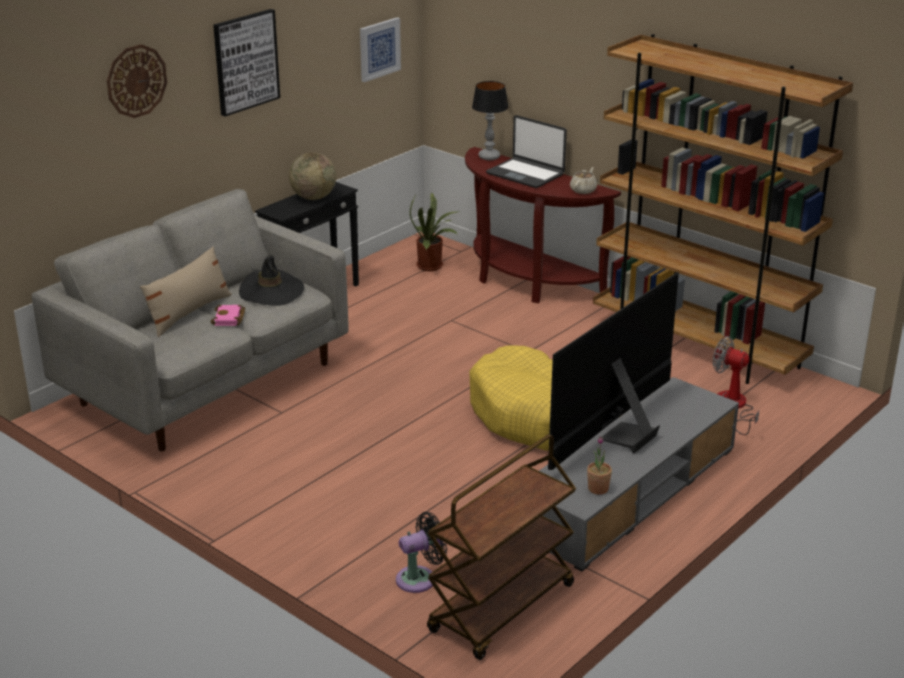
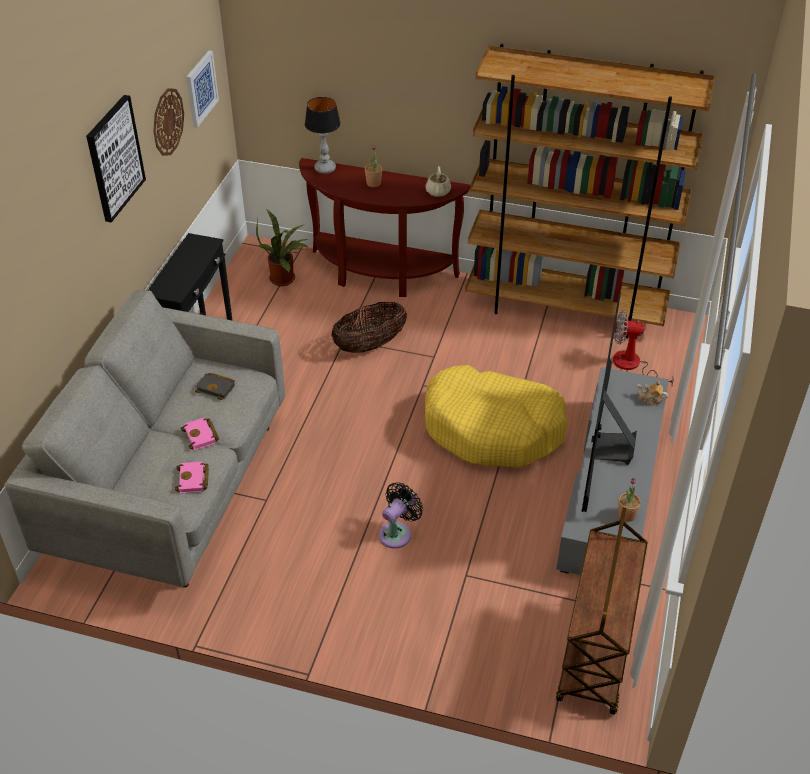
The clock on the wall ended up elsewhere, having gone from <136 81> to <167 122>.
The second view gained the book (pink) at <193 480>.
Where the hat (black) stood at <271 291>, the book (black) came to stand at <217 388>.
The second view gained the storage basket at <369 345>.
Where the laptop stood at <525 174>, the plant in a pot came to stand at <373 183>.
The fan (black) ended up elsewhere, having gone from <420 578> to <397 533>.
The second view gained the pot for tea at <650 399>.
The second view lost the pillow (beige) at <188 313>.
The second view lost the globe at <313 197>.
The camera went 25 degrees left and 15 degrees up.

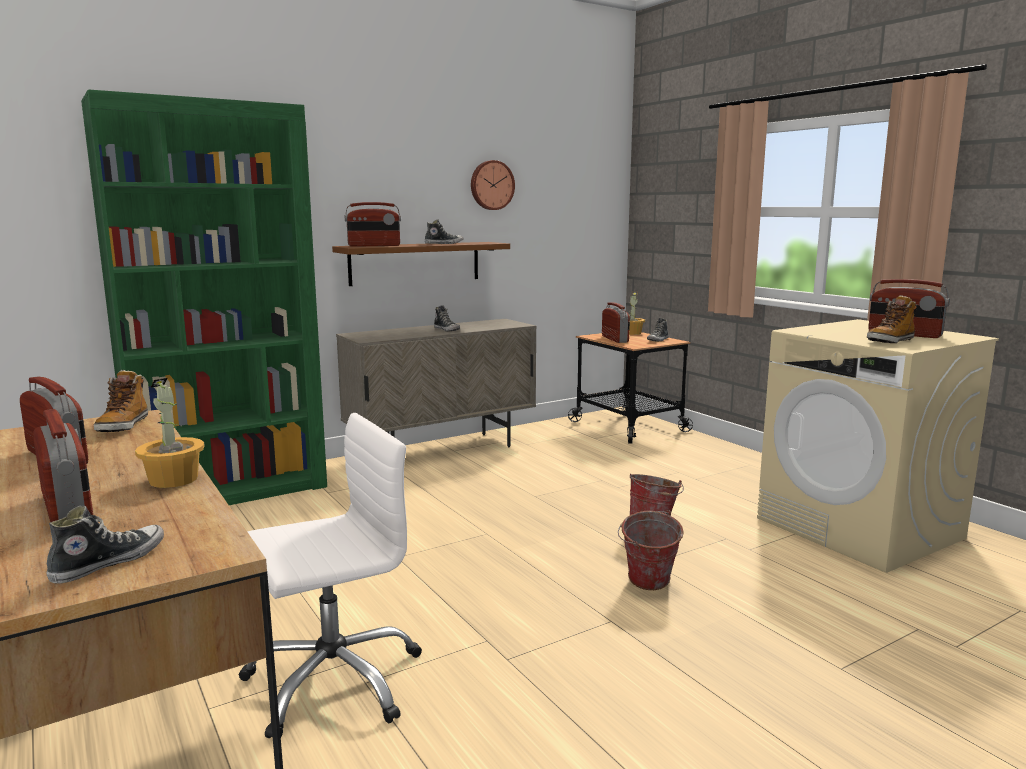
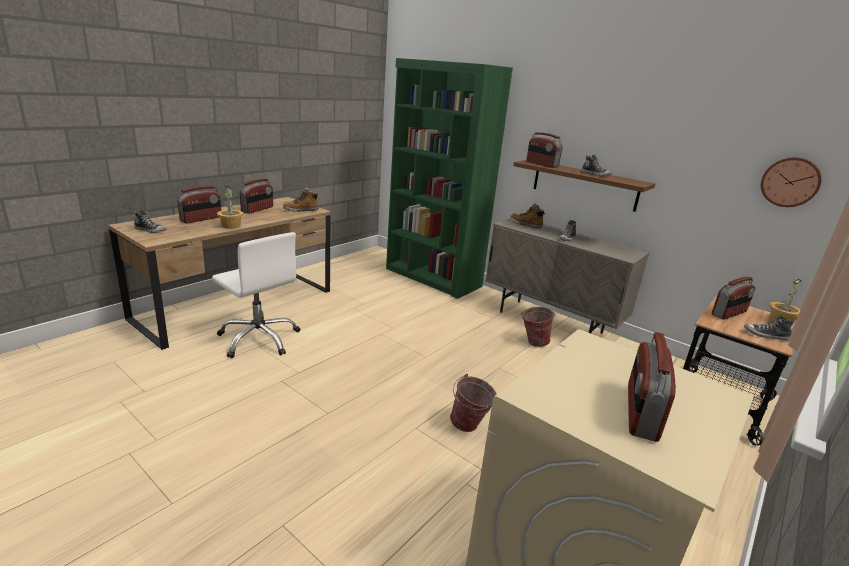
The boot ended up elsewhere, having gone from <890 341> to <526 224>.
The water bucket ended up elsewhere, having gone from <647 585> to <532 342>.
The clock on the wall ended up elsewhere, having gone from <491 185> to <790 182>.
The camera went 70 degrees right and 10 degrees up.

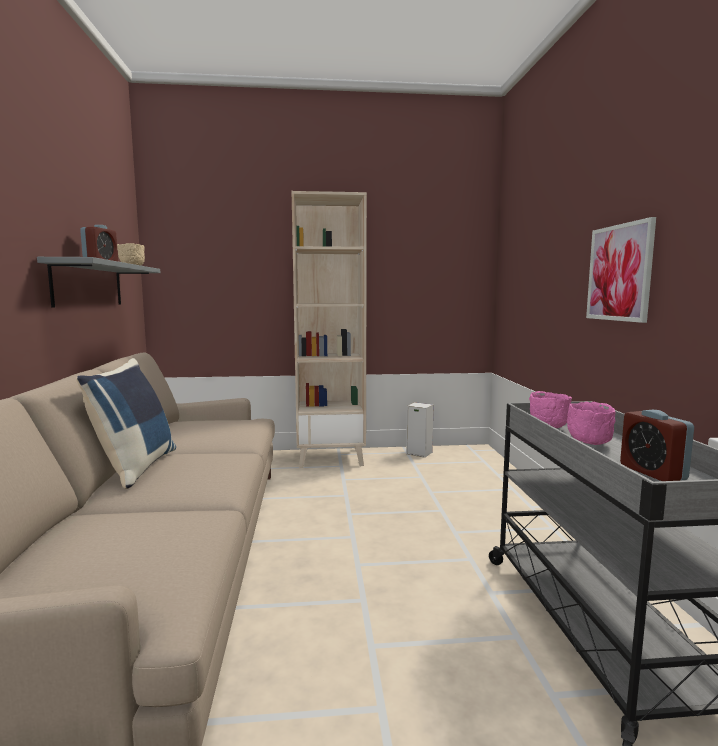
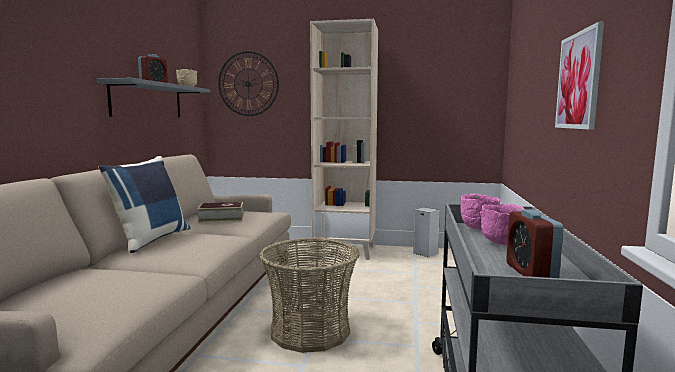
The second view gained the book at <221 218>.
The second view gained the clock on the wall at <248 84>.
The second view gained the storage basket at <310 331>.
The camera went 15 degrees right and 0 degrees up.

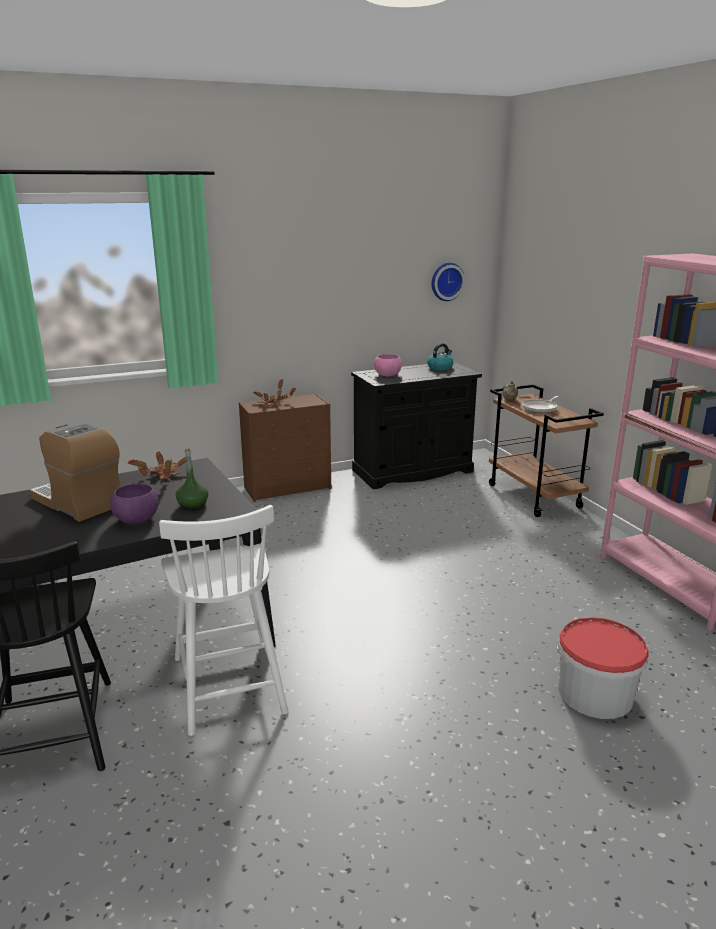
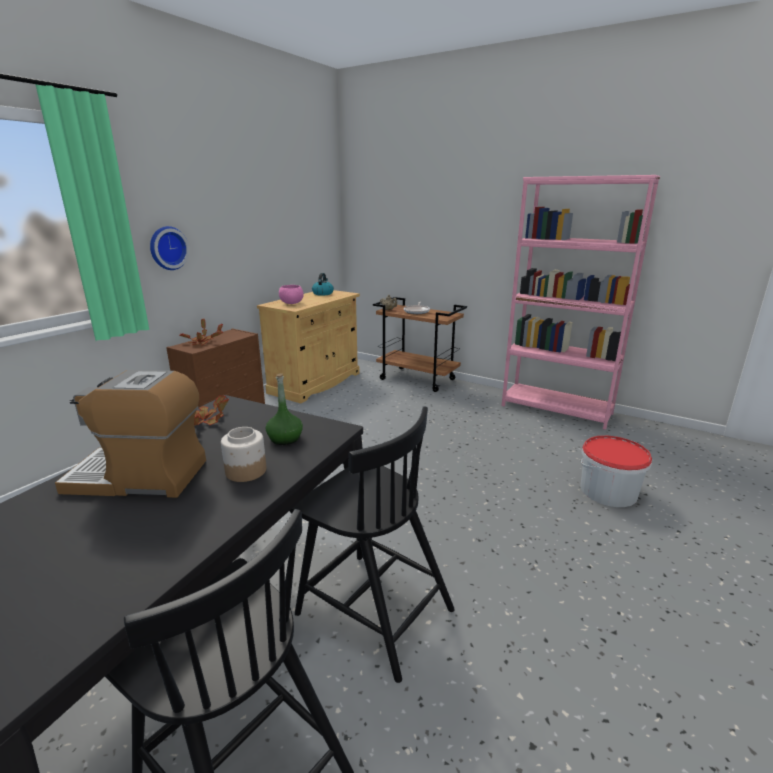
The clock on the wall ended up elsewhere, having gone from <446 281> to <167 248>.
Where the serving bowl (purplish) stood at <136 519>, the storage jar came to stand at <245 471>.
What was the cabinet (black) at <412 471> turned into the cabinet (beige) at <315 383>.
What was the upright chair (whitish) at <228 682> turned into the upright chair (black) at <372 610>.
The camera went 35 degrees left and 0 degrees up.

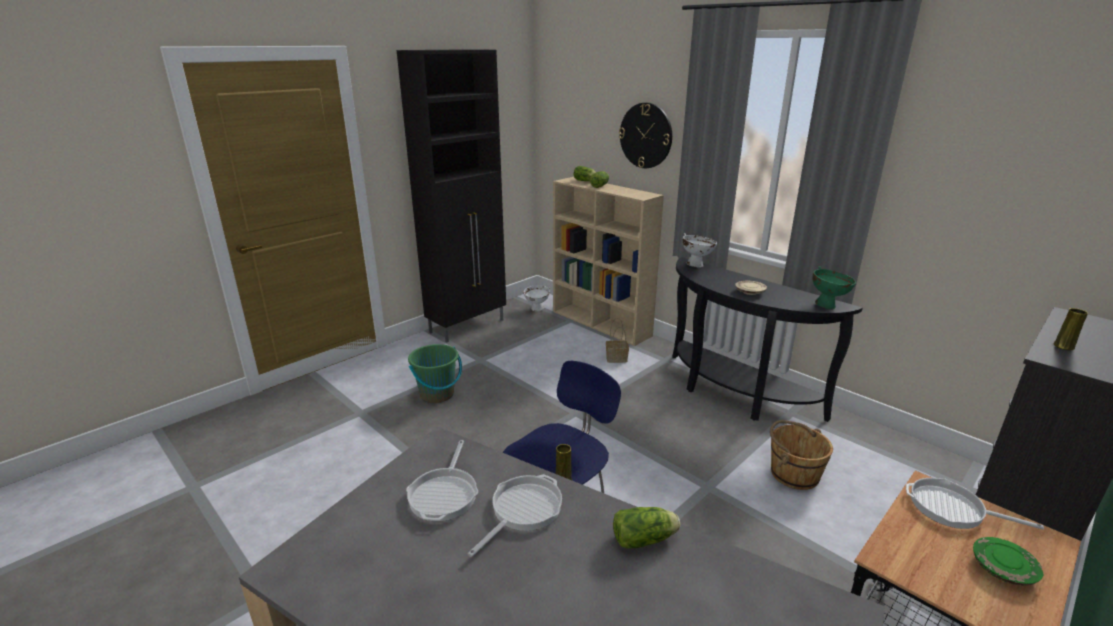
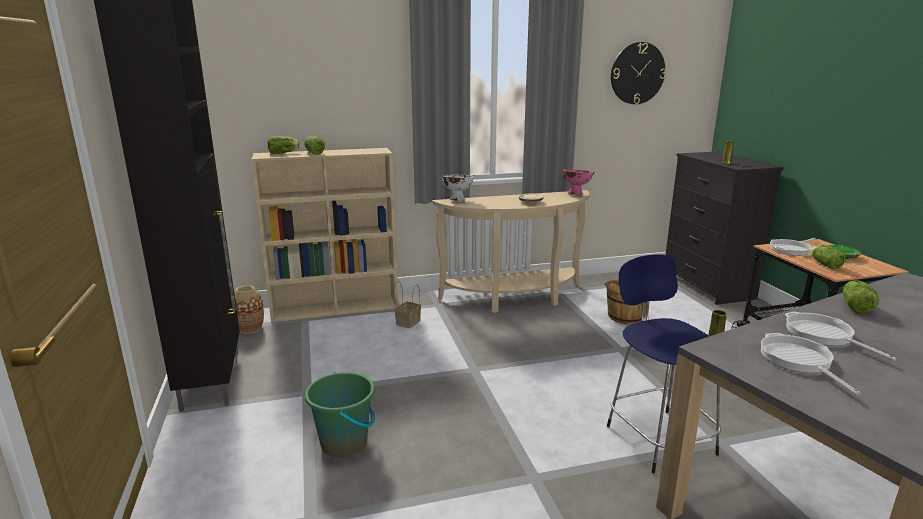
Where the serving bowl (whitish) stood at <537 309>, the flower vase came to stand at <250 328>.
What was the hall table (black) at <733 394> turned into the hall table (beige) at <516 299>.
What was the serving bowl (greenish) at <827 305> turned into the serving bowl (pink) at <575 194>.
The clock on the wall ended up elsewhere, having gone from <646 135> to <637 73>.
The frying pan at <445 494> ended up facing another way, 135 degrees counterclockwise from before.
The second view gained the lettuce head at <824 264>.
The camera went 60 degrees left and 5 degrees down.

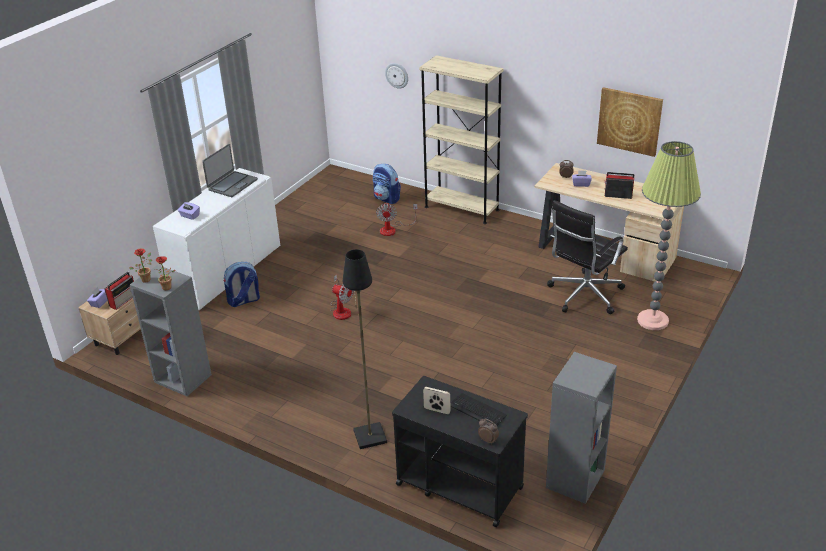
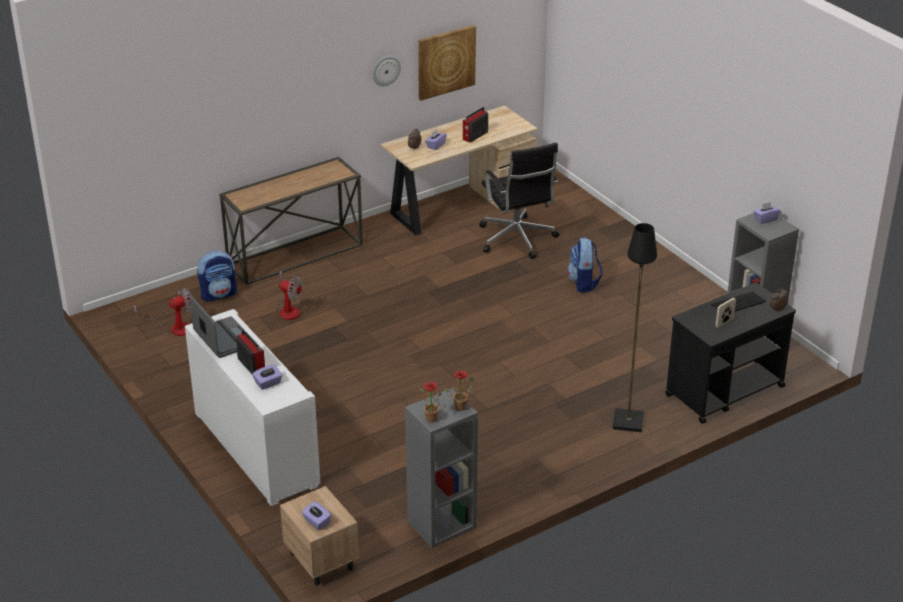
The fan ended up elsewhere, having gone from <341 310> to <174 328>.
Where the bookshelf (beige) stood at <461 208>, the hall table came to stand at <295 254>.
The radio receiver ended up elsewhere, having gone from <123 300> to <251 365>.
The clock on the wall ended up elsewhere, having gone from <397 75> to <386 70>.
The rucksack ended up elsewhere, having gone from <244 301> to <584 283>.
The second view gained the tissue holder (purplish) at <765 219>.
The second view lost the standard lamp at <653 320>.
The camera went 65 degrees left and 0 degrees up.

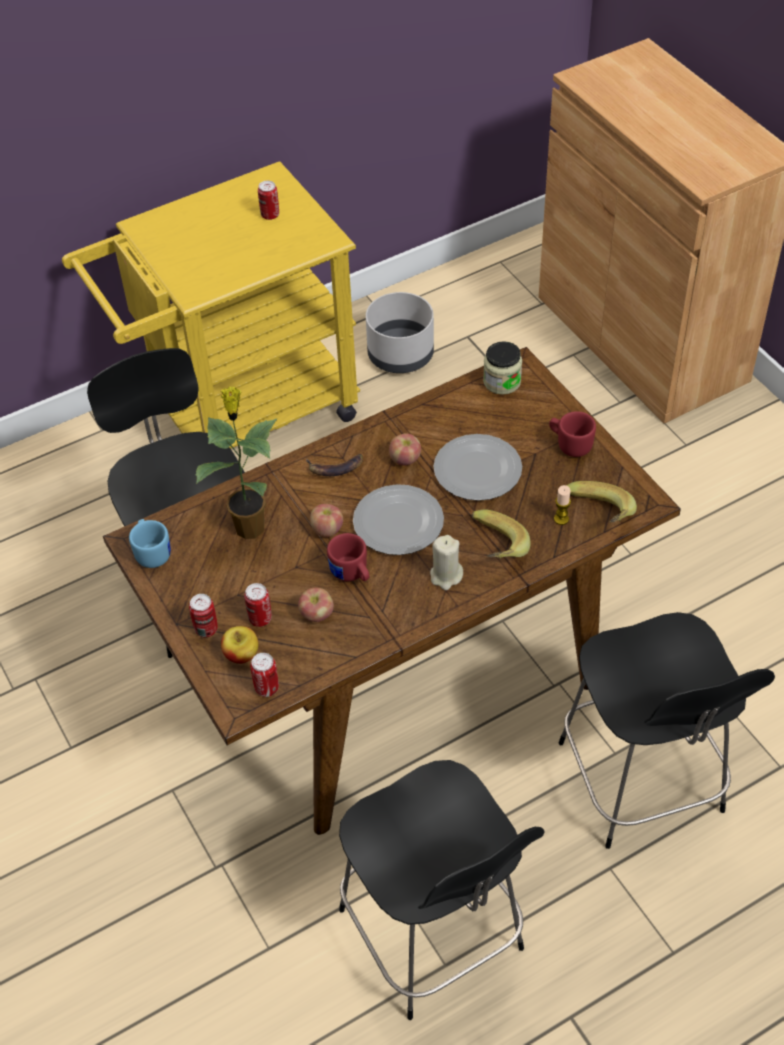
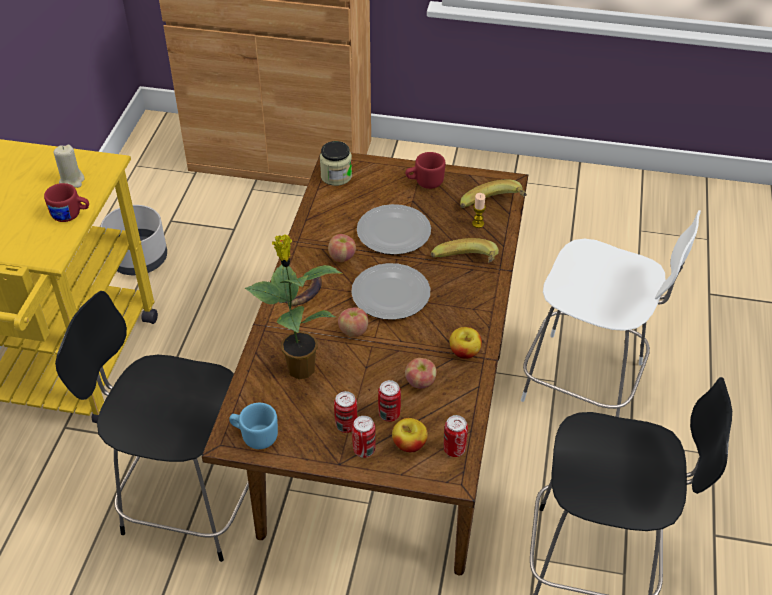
The mug (red) ended up elsewhere, having gone from <351 574> to <71 215>.
The wax candle (beige) ended up elsewhere, having gone from <446 576> to <72 181>.
The sealed can ended up elsewhere, having gone from <270 215> to <346 425>.
The second view gained the whole apple at <464 352>.
What was the upright chair (black) at <642 782> turned into the upright chair (whitish) at <587 383>.
The camera went 50 degrees left and 5 degrees down.

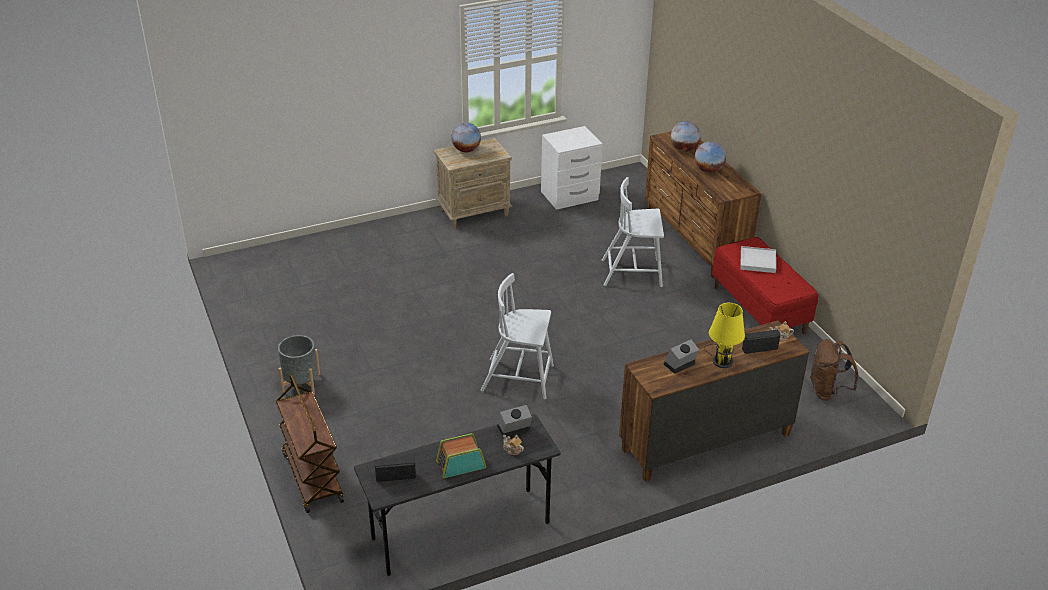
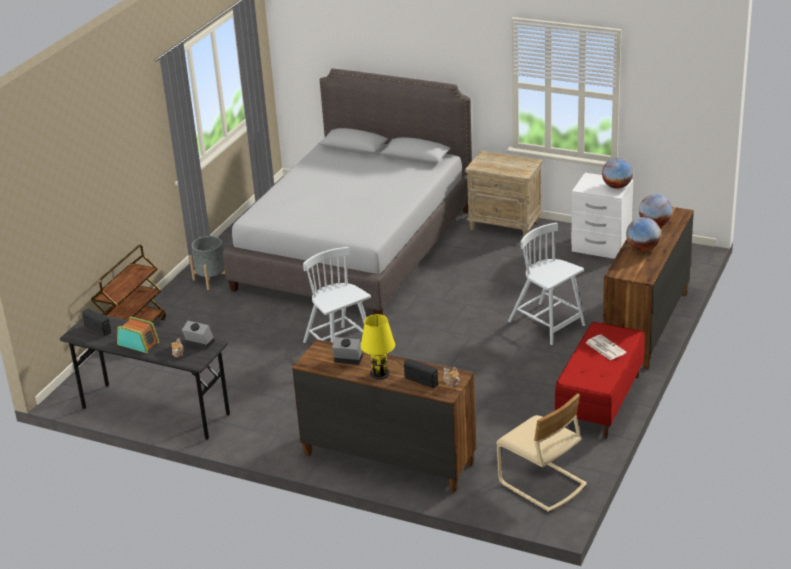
The second view gained the sleeping bed (greyish) at <355 248>.
Where the rucksack (brown-coloured) stood at <827 391>, the upright chair (beige) came to stand at <542 484>.
Where the carrying tray (whitish) stood at <757 261>, the newspaper came to stand at <605 348>.
The globe ended up elsewhere, having gone from <466 150> to <616 186>.
The camera went 50 degrees right and 5 degrees down.

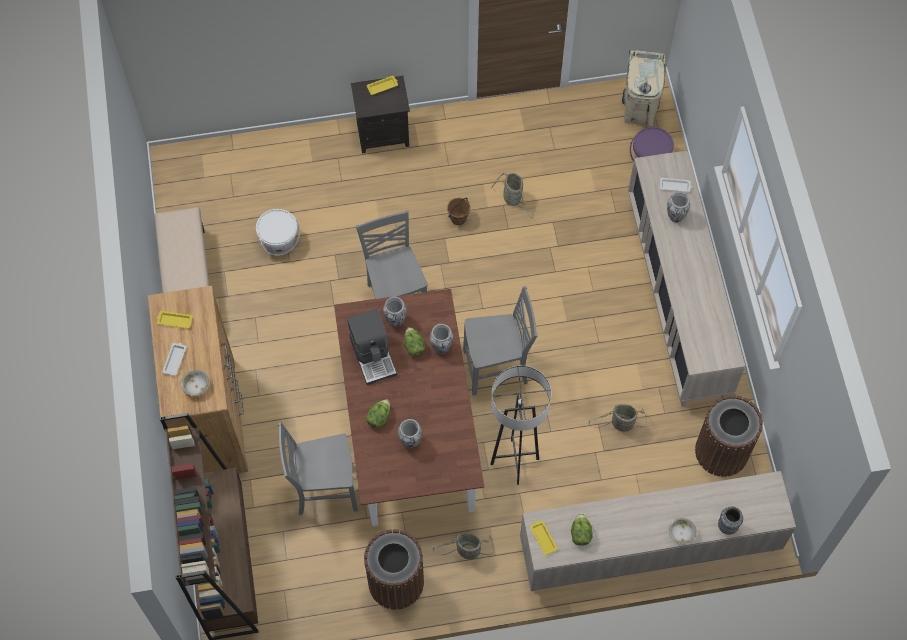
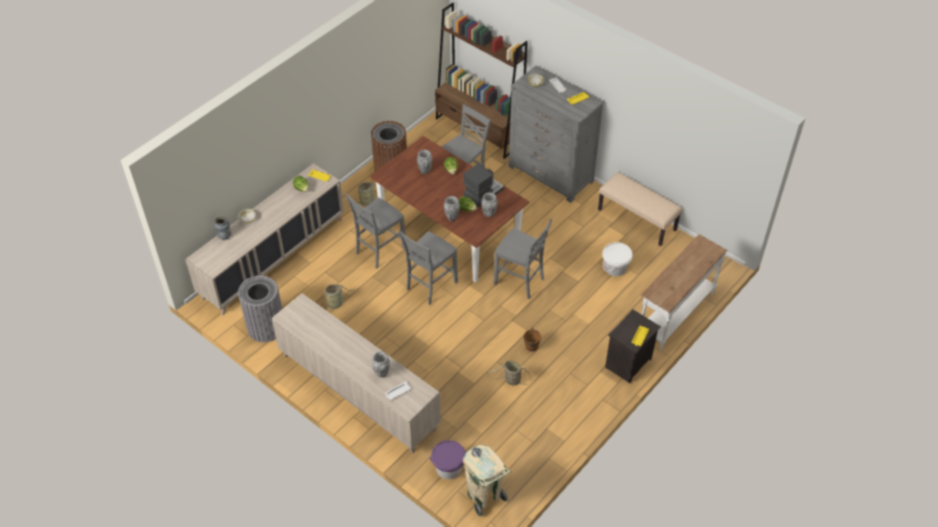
What was the waste bin (brown-coloured) at <721 451> turned into the waste bin (greyish) at <266 327>.
Where the standard lamp (greyish) stood at <514 461>, the upright chair (greyish) came to stand at <379 251>.
The coffee machine at <373 356> ended up facing another way, 105 degrees clockwise from before.
What was the drawer chest (brown-coloured) at <211 419> turned into the drawer chest (greyish) at <550 174>.
The second view gained the hall table (whitish) at <675 314>.
The camera went 140 degrees right and 15 degrees down.

